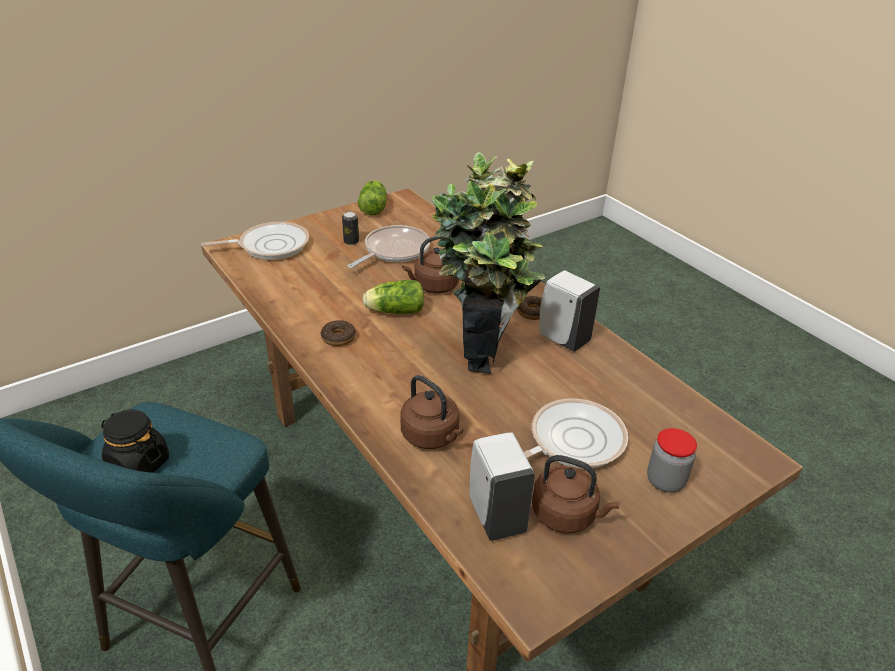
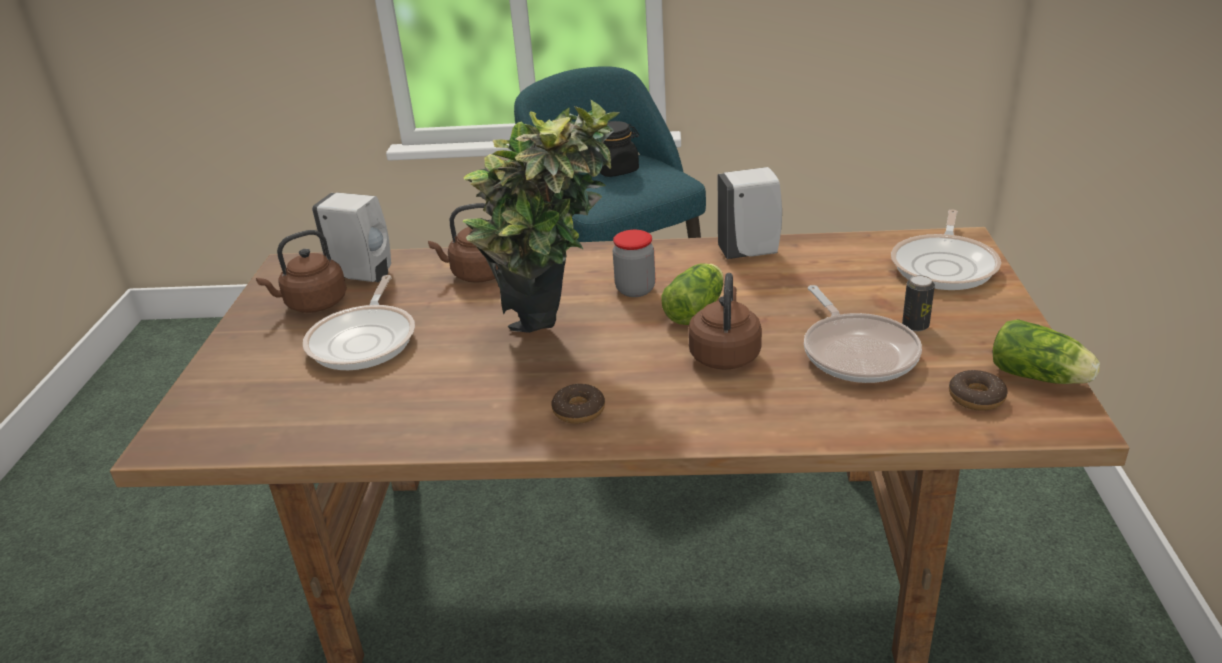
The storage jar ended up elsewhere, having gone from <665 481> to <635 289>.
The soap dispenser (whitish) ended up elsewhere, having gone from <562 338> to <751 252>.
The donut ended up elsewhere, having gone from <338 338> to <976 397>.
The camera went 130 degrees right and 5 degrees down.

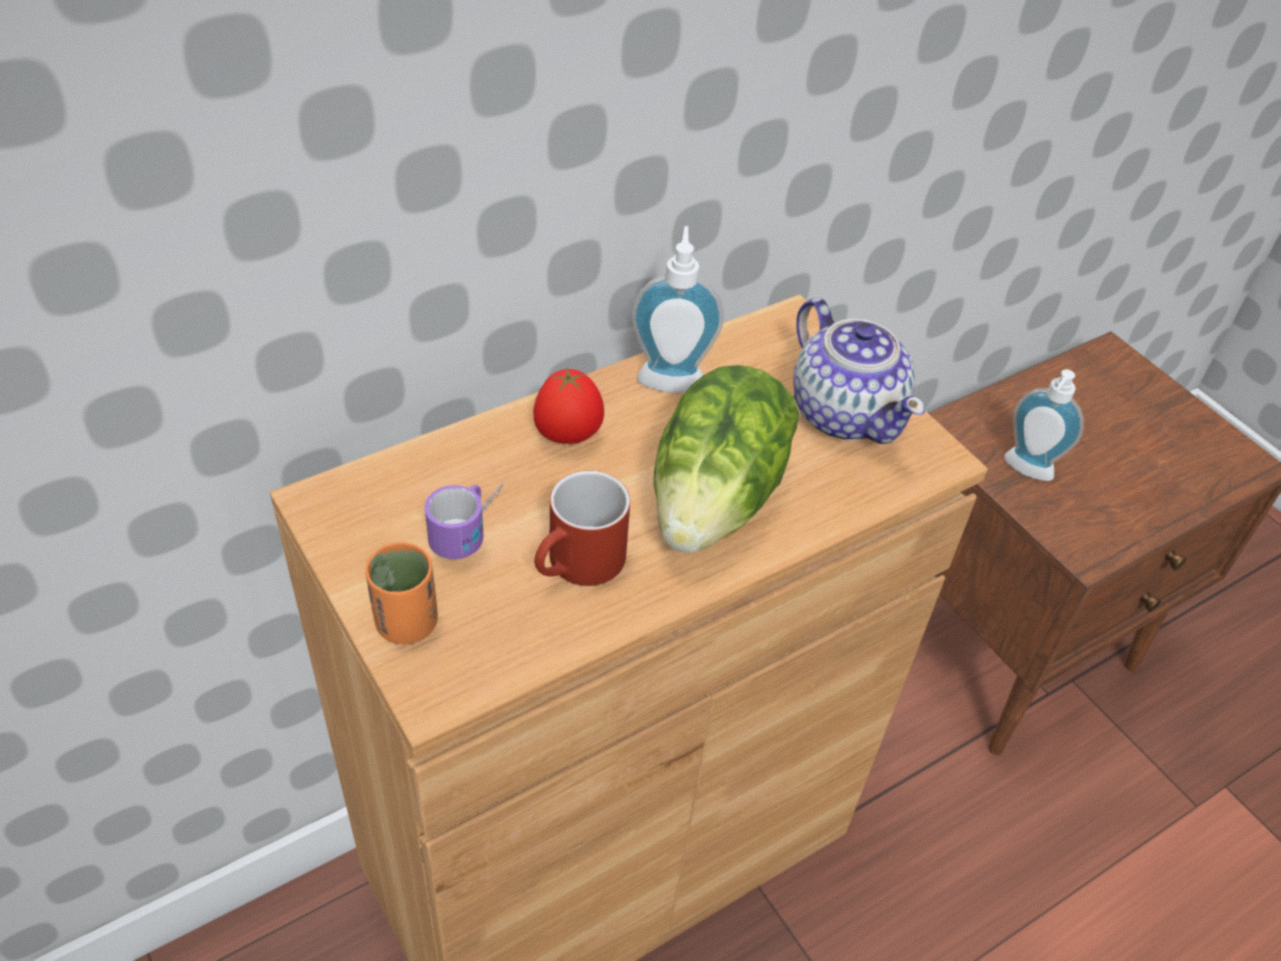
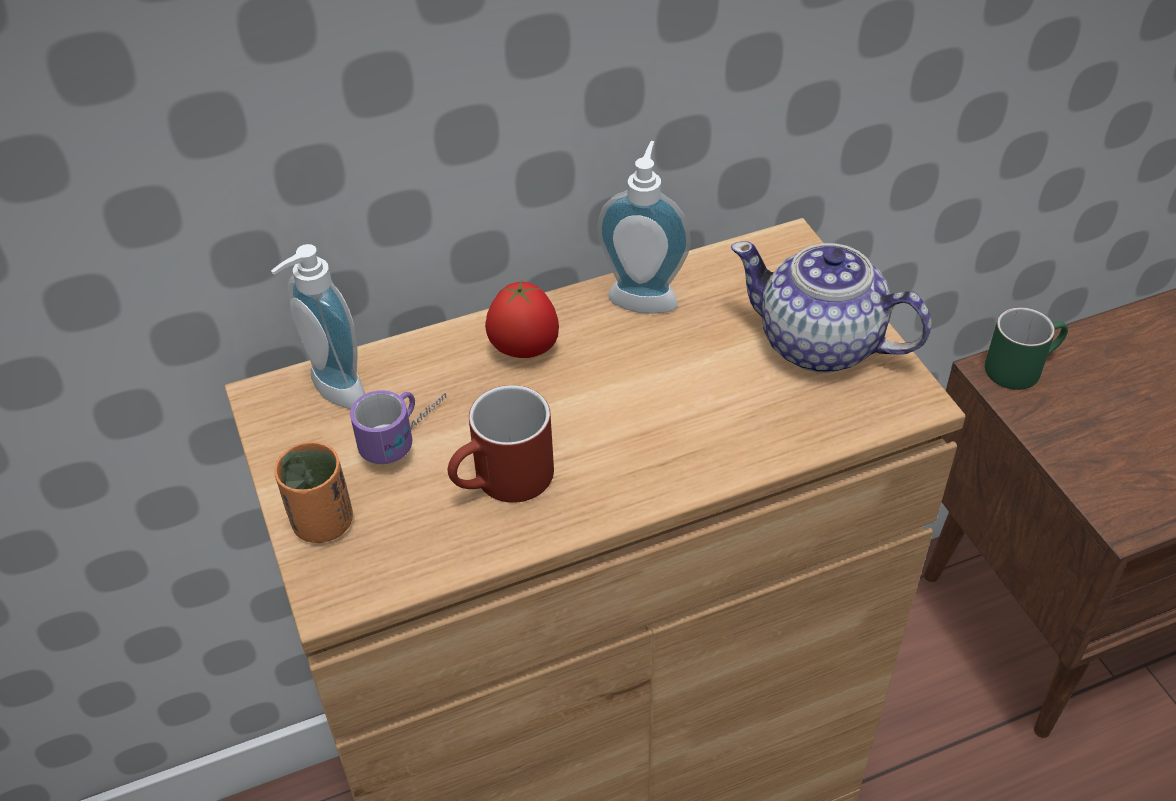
The soap dispenser ended up elsewhere, having gone from <1026 471> to <331 393>.
The pot for tea at <845 412> ended up facing another way, 135 degrees clockwise from before.
The second view gained the mug (greenish) at <1021 366>.
The second view lost the lettuce head at <718 498>.
The camera went 15 degrees right and 0 degrees up.

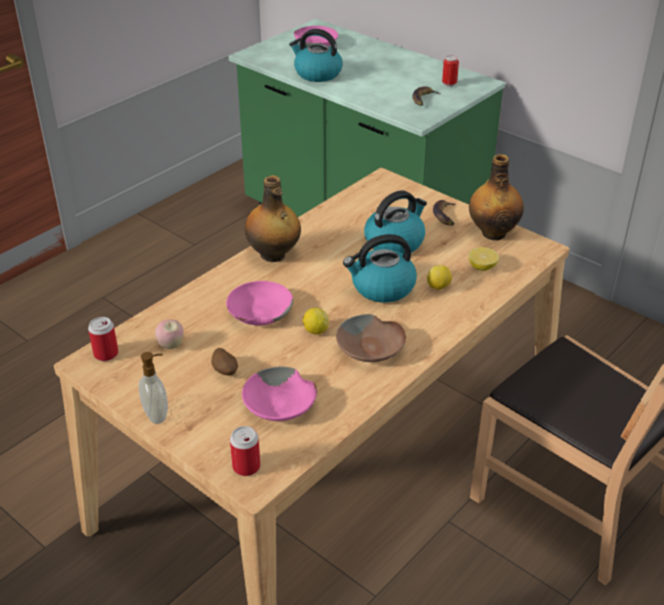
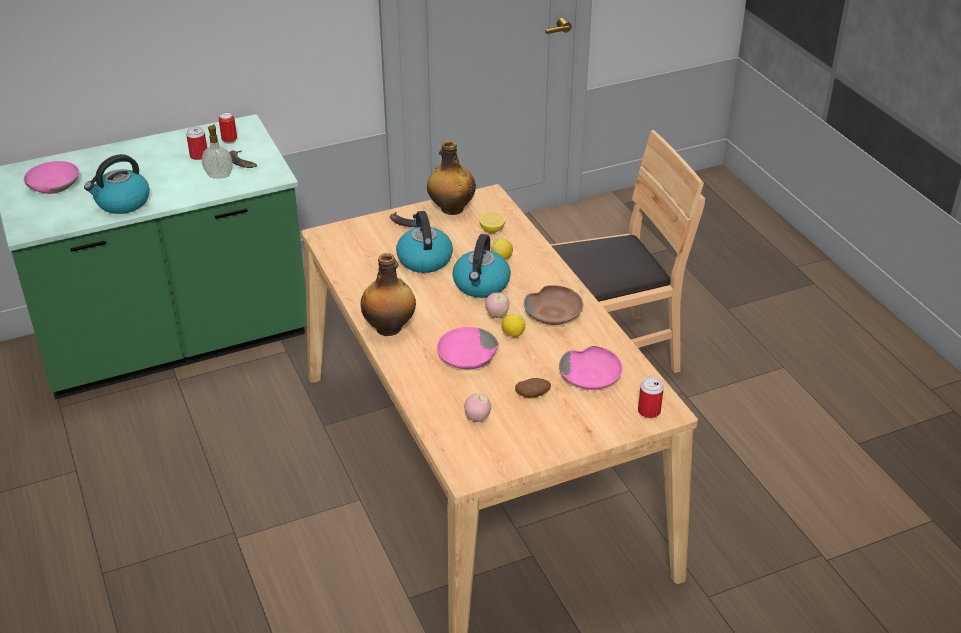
The sealed can ended up elsewhere, having gone from <106 354> to <199 156>.
The soap dispenser ended up elsewhere, having gone from <157 414> to <219 175>.
The second view gained the whole apple at <497 315>.
The camera went 65 degrees left and 0 degrees up.

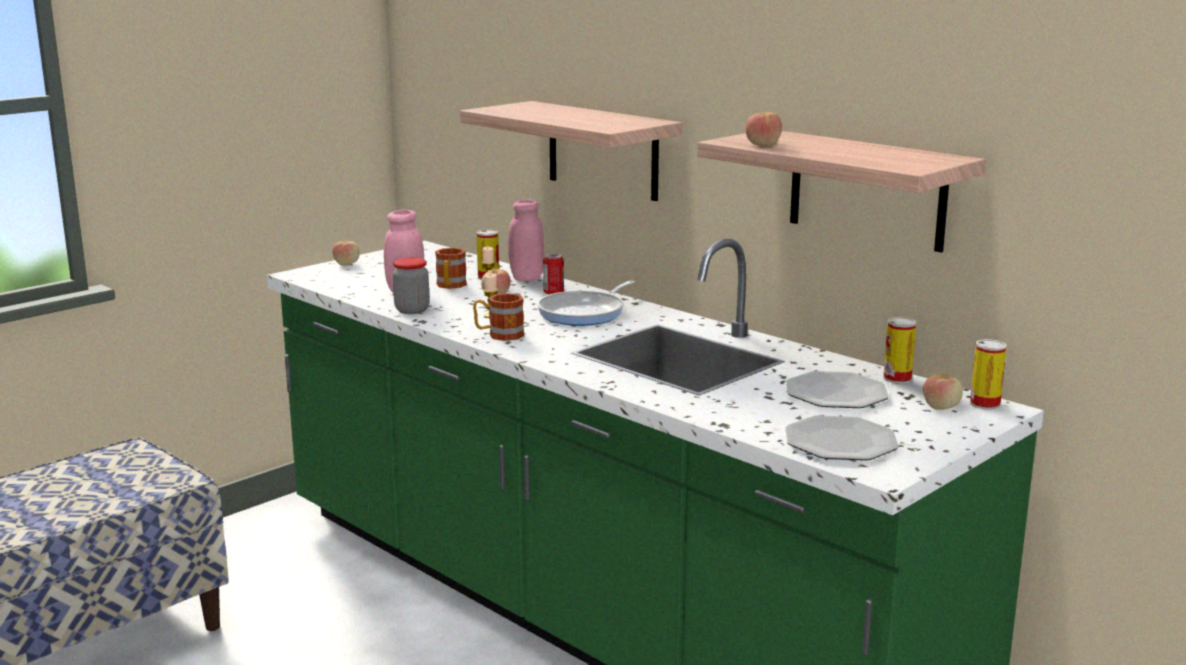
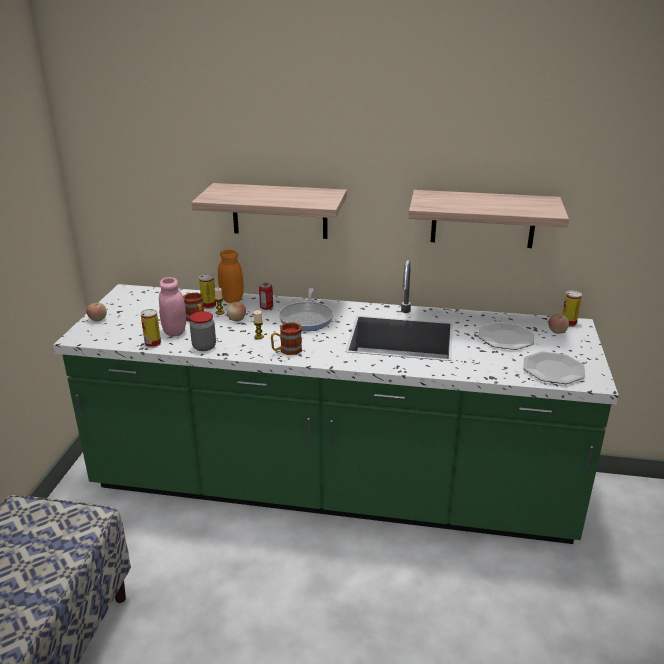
The sealed can ended up elsewhere, having gone from <897 378> to <153 343>.
What was the storage jar (pink) at <526 278> turned into the storage jar (orange) at <232 299>.
The second view lost the whole apple at <763 145>.
The camera went 35 degrees left and 10 degrees up.

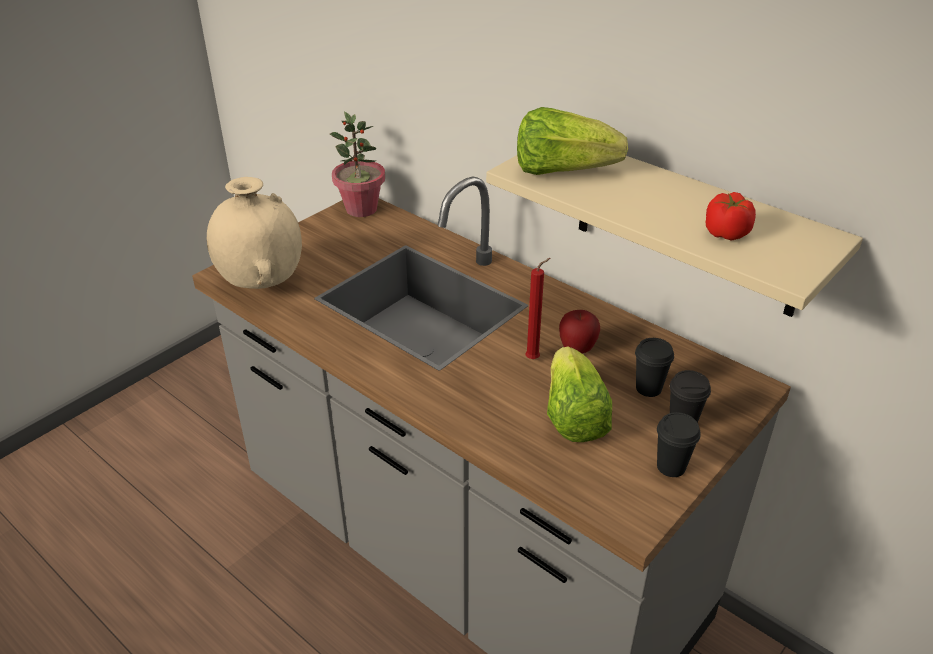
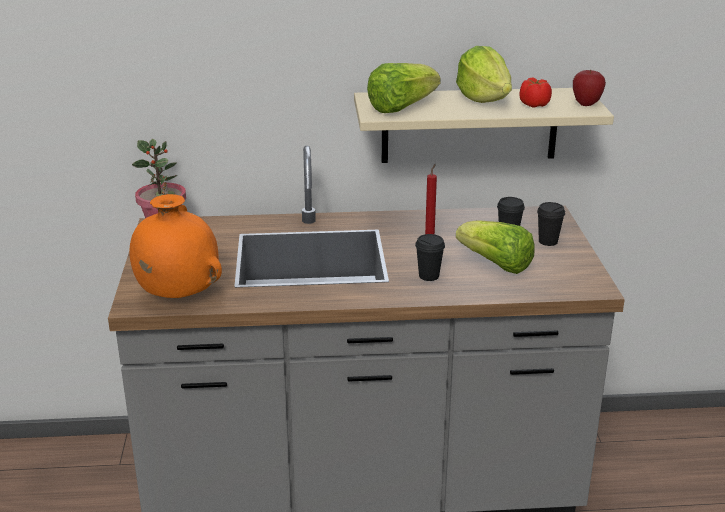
What was the flower vase (beige) at <262 283> turned into the flower vase (orange) at <177 297>.
The cup (black) ended up elsewhere, having gone from <671 467> to <429 276>.
The second view gained the lettuce head at <483 99>.
The whole apple ended up elsewhere, having gone from <577 349> to <586 104>.
The camera went 45 degrees left and 10 degrees down.

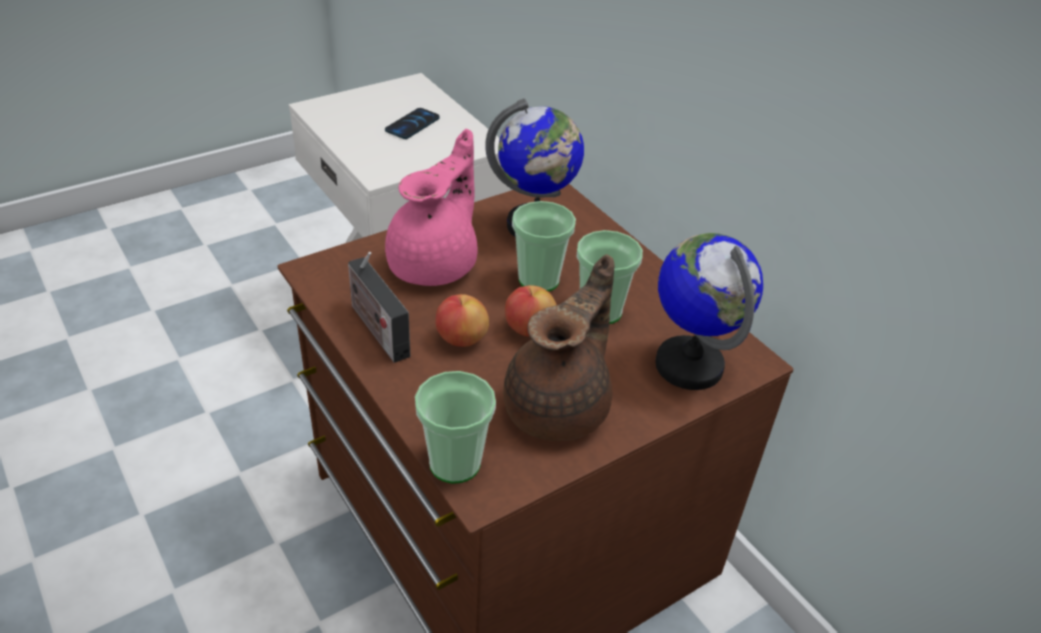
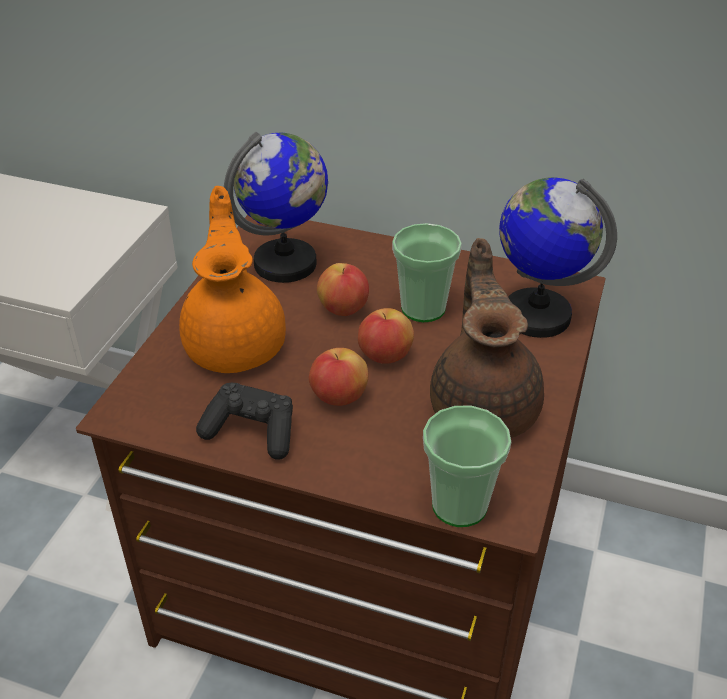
What was the pot for tea (pink) at <436 264> turned into the pot for tea (orange) at <236 343>.
Where the radio receiver stood at <376 328>, the game controller (black) came to stand at <252 431>.
Where the cup stood at <539 280>, the whole apple came to stand at <343 309>.
The second view lost the phone at <412 125>.
The camera went 35 degrees left and 0 degrees up.

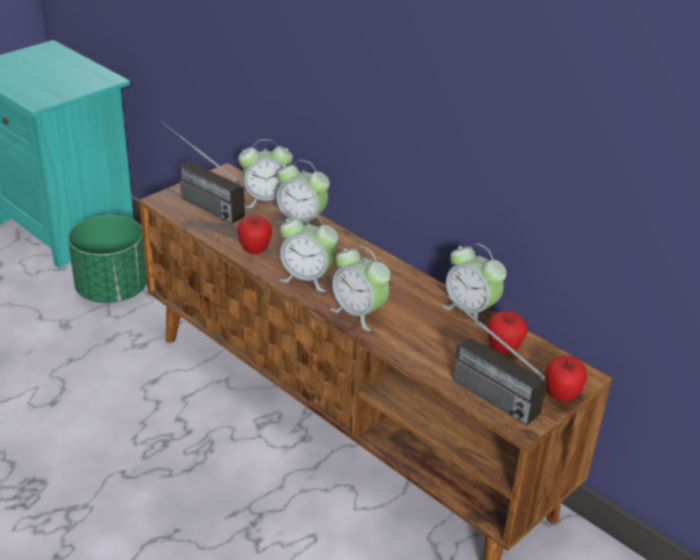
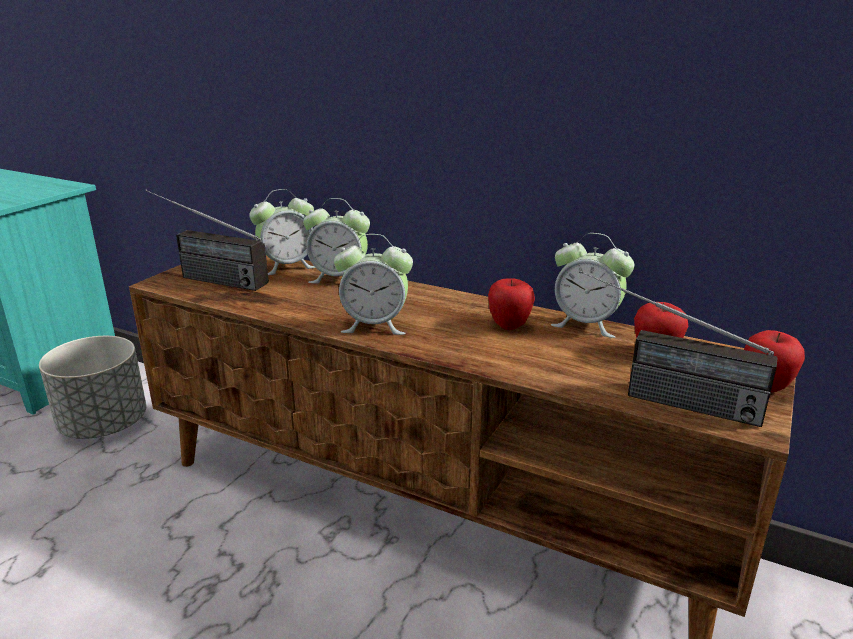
What was the plant pot (greenish) at <113 290> turned into the plant pot (greyish) at <105 425>.
The whole apple ended up elsewhere, having gone from <255 250> to <509 326>.
The second view lost the bedside clock at <358 313>.
The camera went 15 degrees left and 10 degrees down.

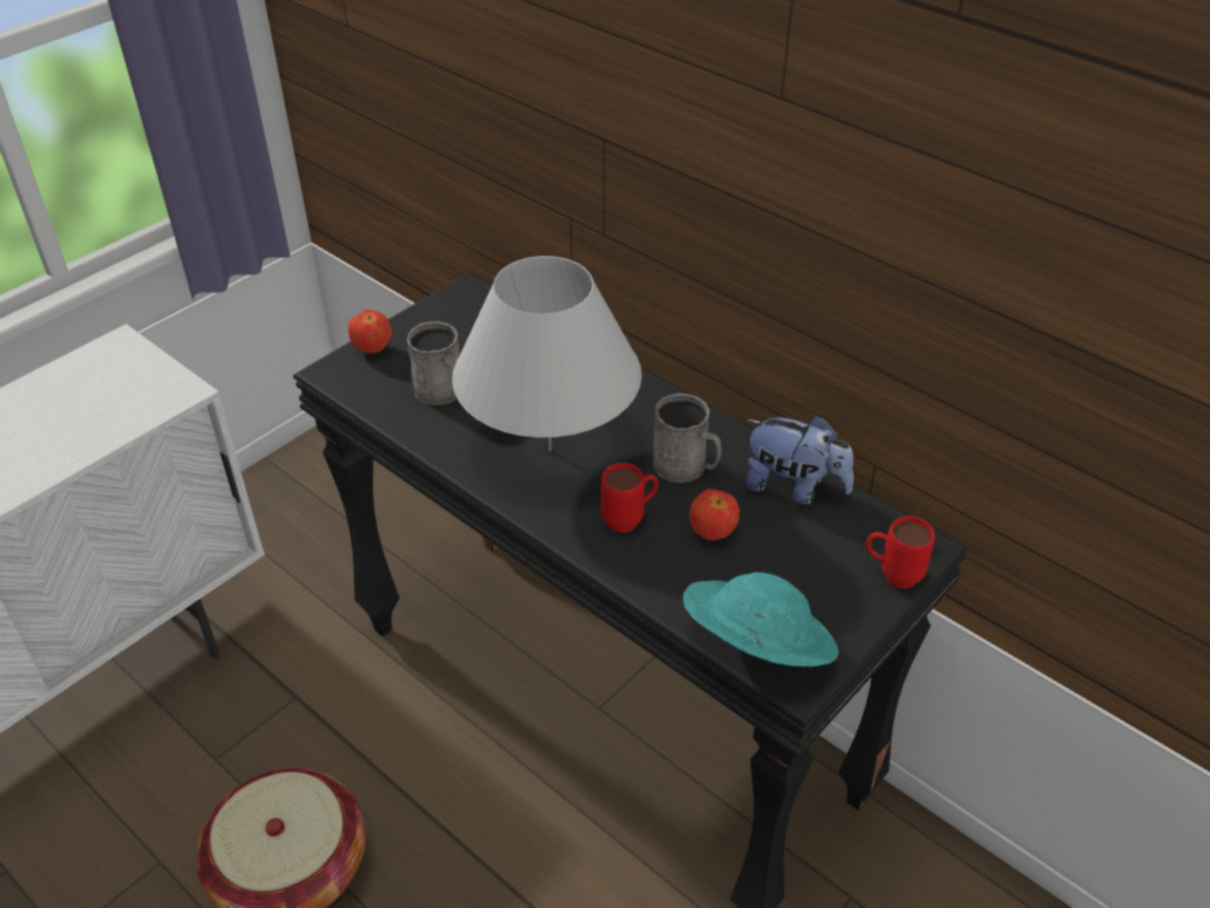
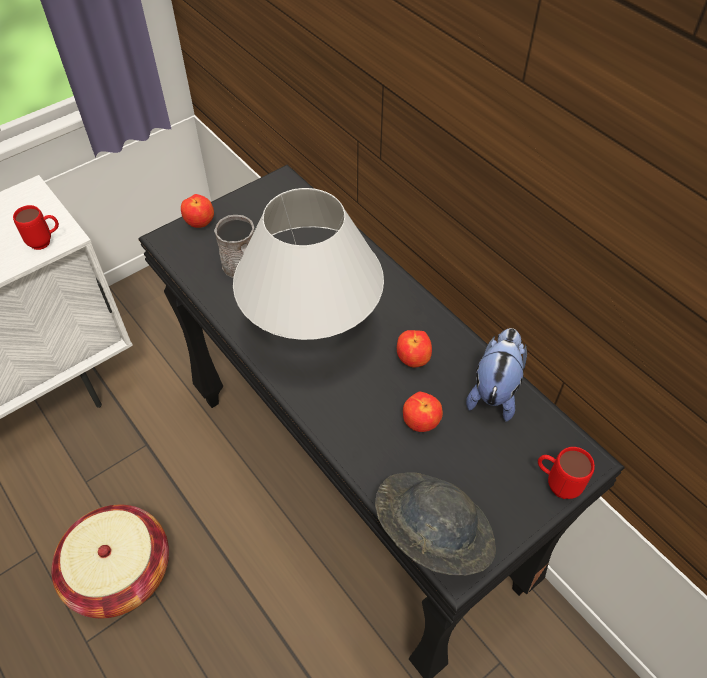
The mug (red) ended up elsewhere, having gone from <630 520> to <46 242>.
What was the hat (turquoise) at <755 646> turned into the hat (greyish) at <431 533>.
Where the mug (greyish) stood at <686 467>, the whole apple came to stand at <413 360>.
The cuddly toy at <794 487> ended up facing another way, 105 degrees counterclockwise from before.
The camera went 10 degrees right and 10 degrees up.

